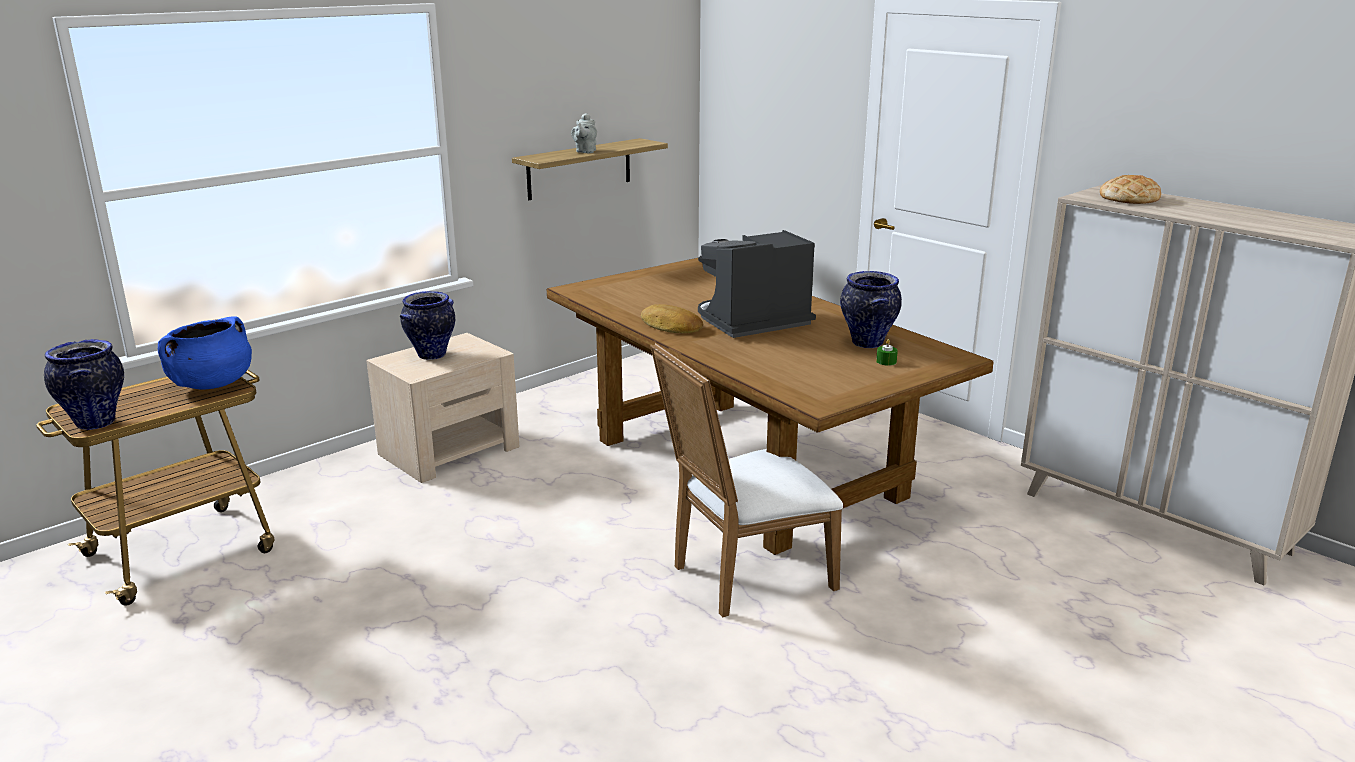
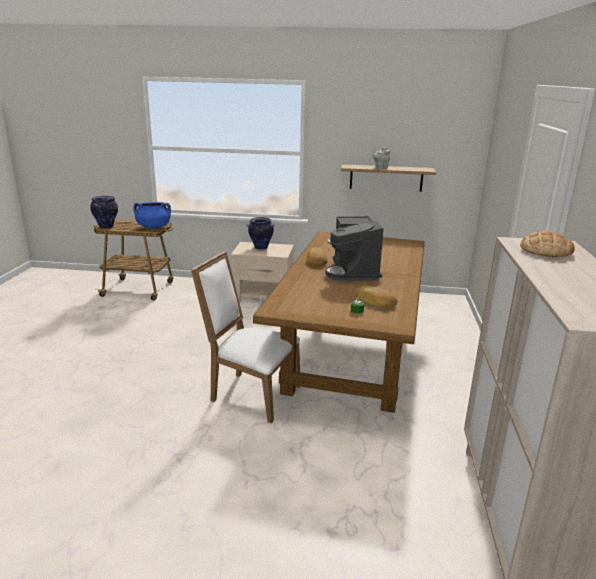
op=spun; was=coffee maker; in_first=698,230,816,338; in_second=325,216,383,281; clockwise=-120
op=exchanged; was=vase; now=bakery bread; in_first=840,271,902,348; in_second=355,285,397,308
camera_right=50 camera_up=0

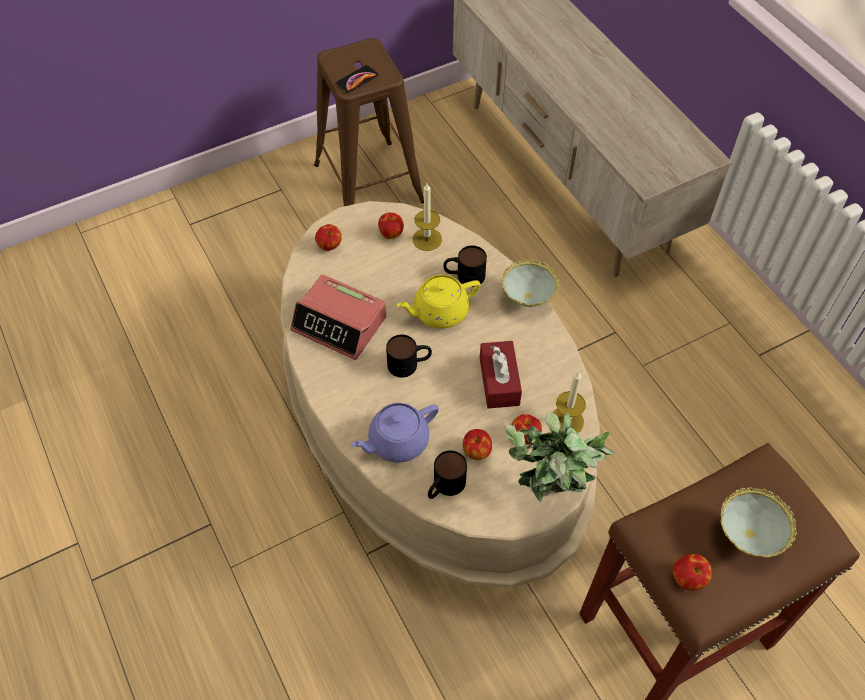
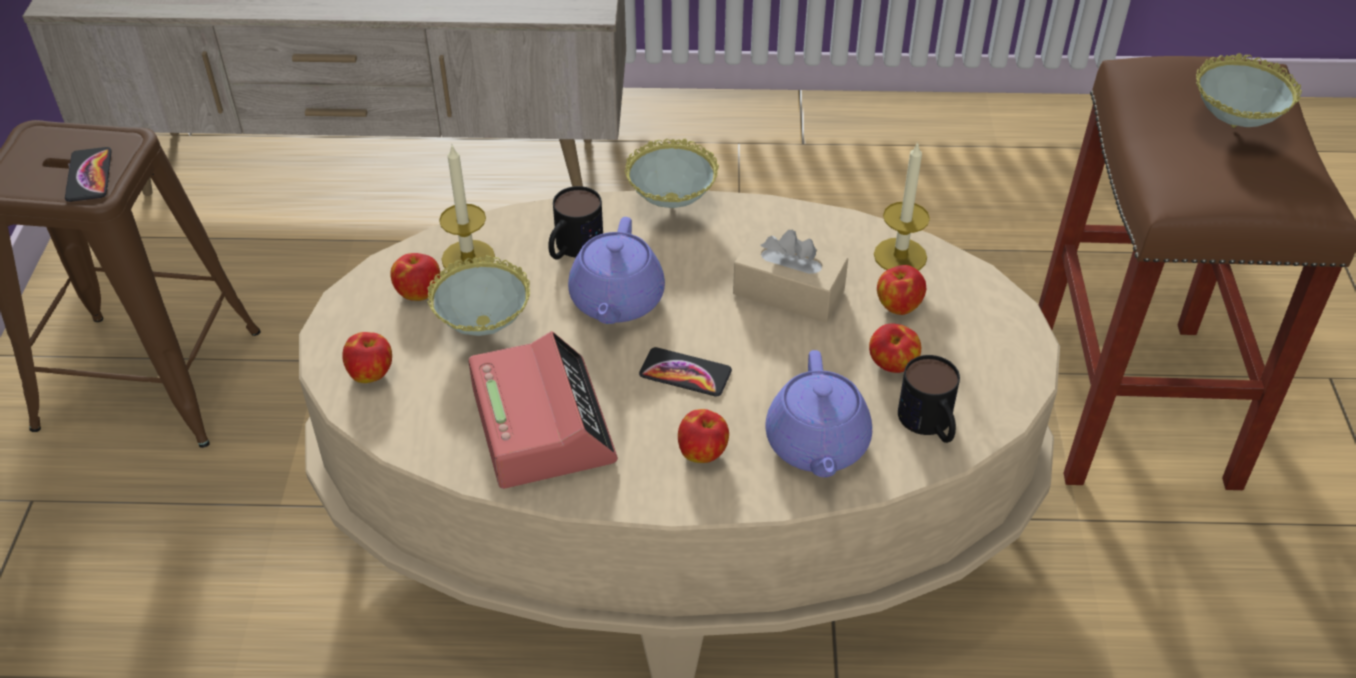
op=spun; was=bedside clock; in_first=290,275,386,360; in_second=468,331,618,489; clockwise=-75
op=exchanged; was=coffee mug; now=telephone; in_first=386,334,432,378; in_second=639,347,732,397
op=colour; was=yellow tea pot; now=purplish tea pot; in_first=397,275,481,328; in_second=568,217,665,324
op=colour; was=reddish tissue box; now=beige-coloured tissue box; in_first=480,341,522,409; in_second=733,230,848,323
op=missing; was=houseplant; in_first=505,411,616,503
op=relocated; was=whole apple; in_first=673,554,712,591; in_second=678,409,729,463
op=appeared; now=serving bowl; in_second=427,255,530,336
camera_right=-60 camera_up=-10

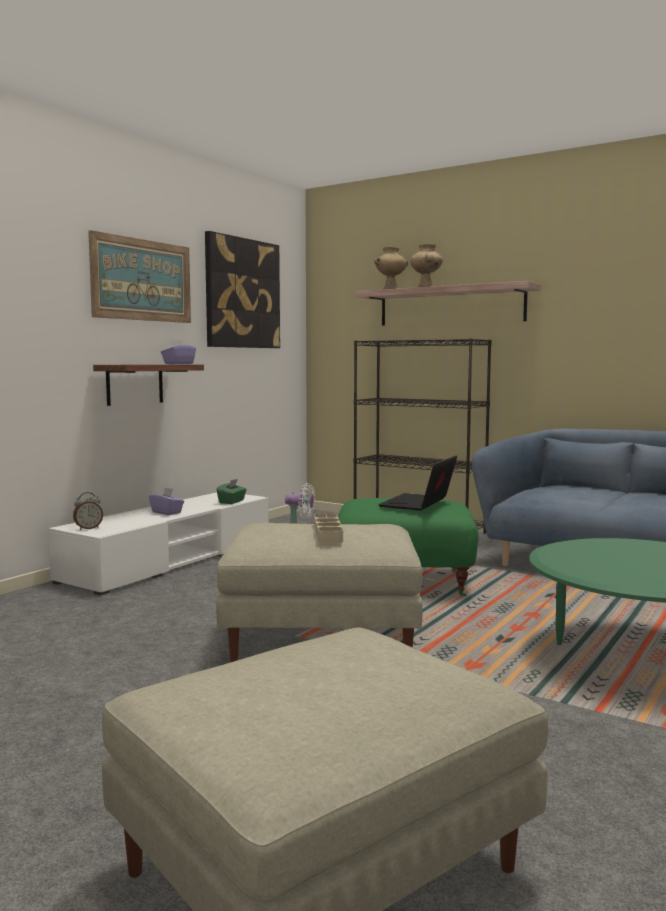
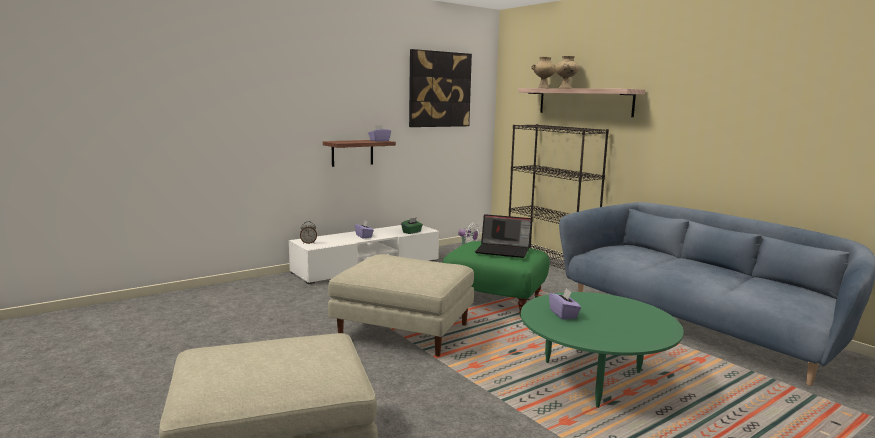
op=missing; was=wall art; in_first=88,230,191,323
op=missing; was=beige-coloured carrying tray; in_first=314,513,343,544
op=spun; was=notebook computer; in_first=378,456,457,510; in_second=475,214,532,258; clockwise=-120
op=appeared; now=purplish tissue box; in_second=549,288,581,320
camera_right=20 camera_up=5

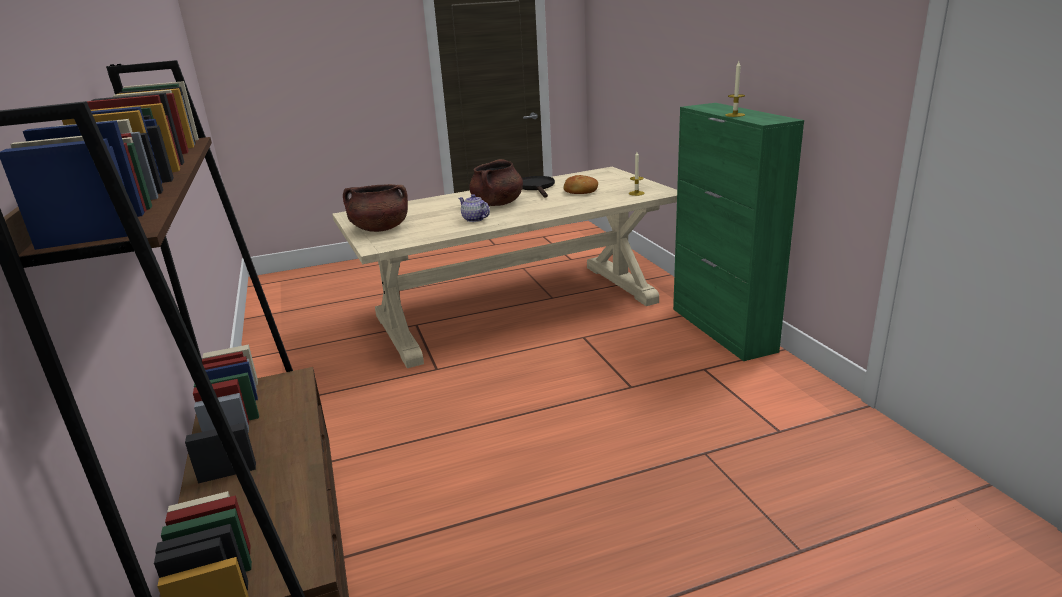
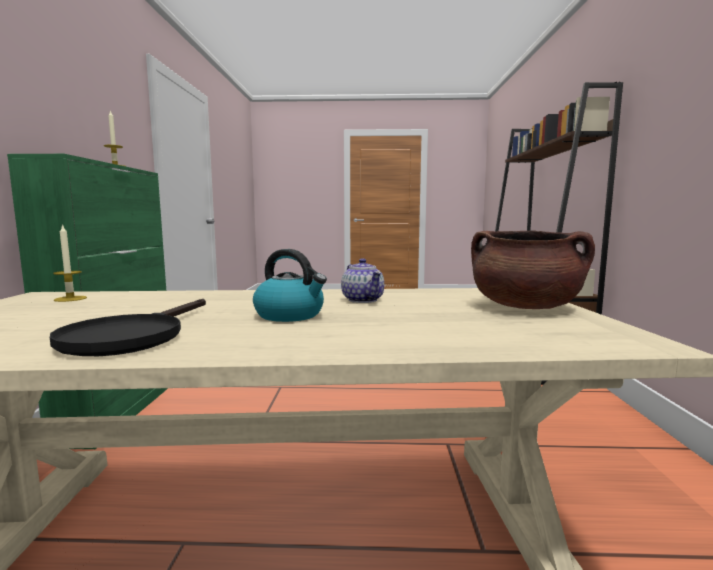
op=exchanged; was=brown cooking pot; now=tea kettle; in_first=469,159,523,206; in_second=253,249,327,322
op=missing; was=bakery bread; in_first=563,175,598,194
camera_right=-160 camera_up=-15

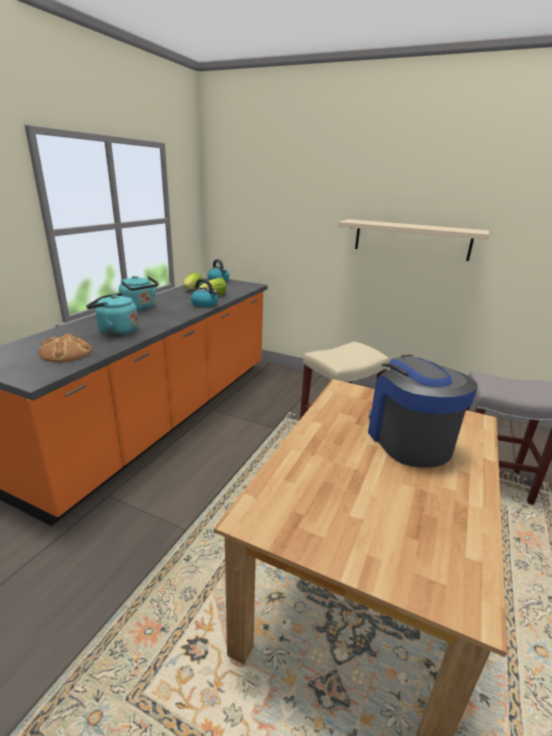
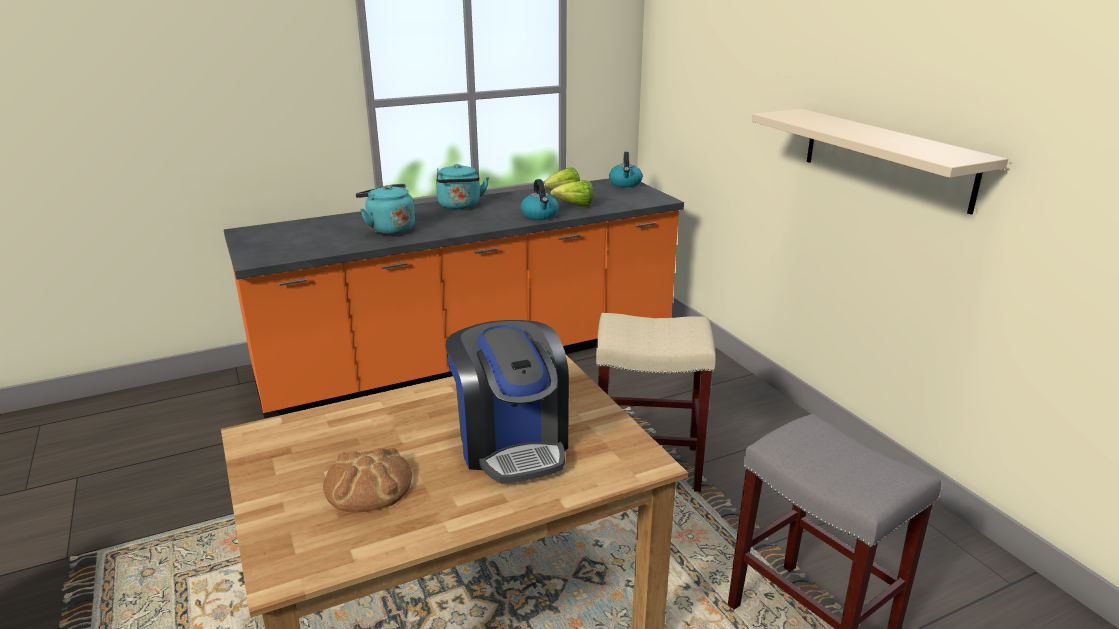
op=relocated; was=bakery bread; in_first=39,333,92,362; in_second=323,448,412,512
op=spun; was=coffee maker; in_first=368,355,478,468; in_second=445,320,569,484; clockwise=135
camera_right=40 camera_up=0

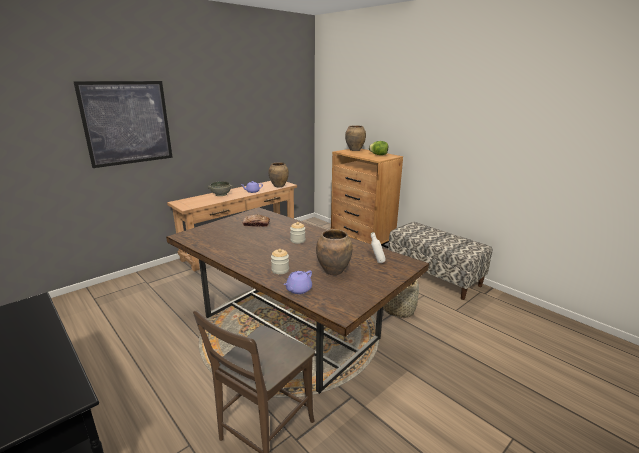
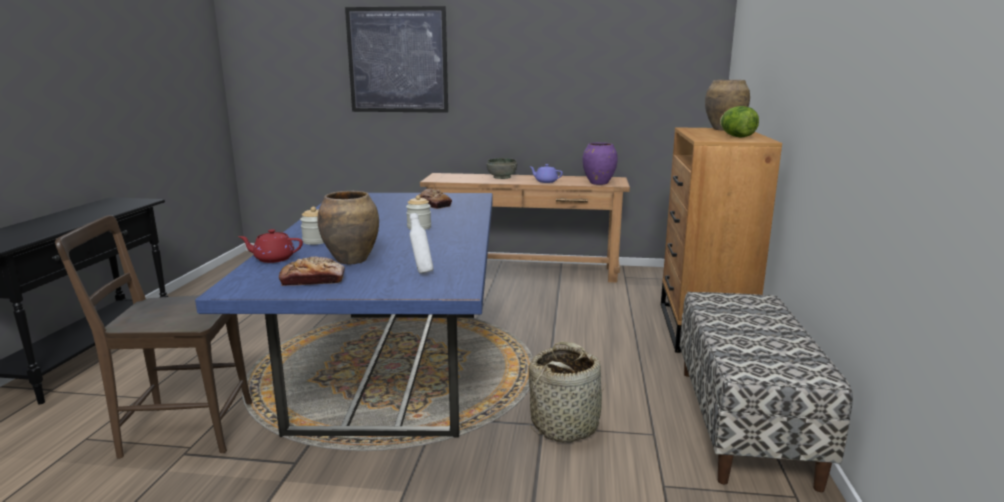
op=colour; was=brown dinner table; now=blue dinner table; in_first=166,207,429,394; in_second=195,193,493,438
op=colour; was=brown vase; now=purplish vase; in_first=269,162,289,187; in_second=582,142,618,185
op=colour; was=purplish tea pot; now=reddish tea pot; in_first=284,271,312,294; in_second=238,229,303,263
op=appeared; now=bakery bread; in_second=279,256,345,286
camera_right=50 camera_up=-5

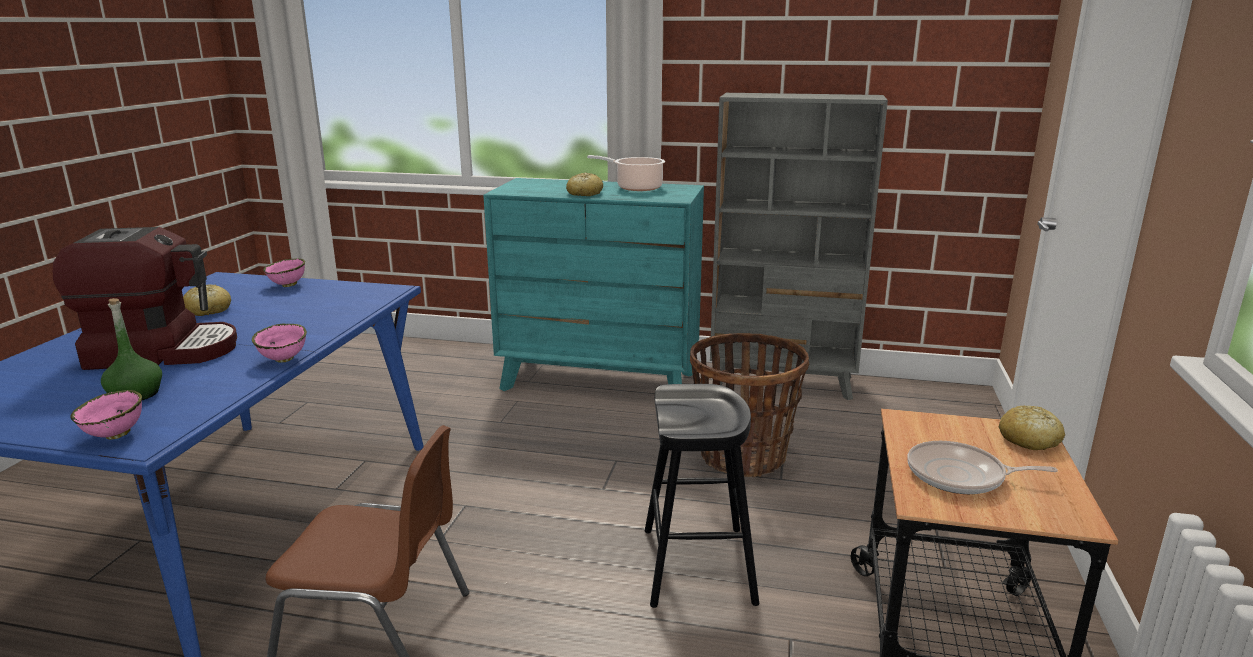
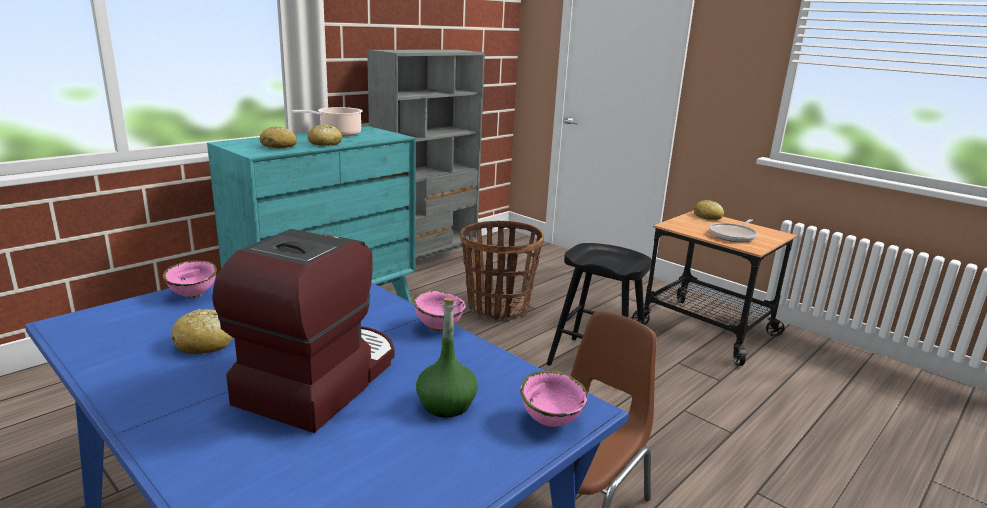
op=appeared; now=bakery bread; in_second=259,127,297,148
camera_right=-60 camera_up=0

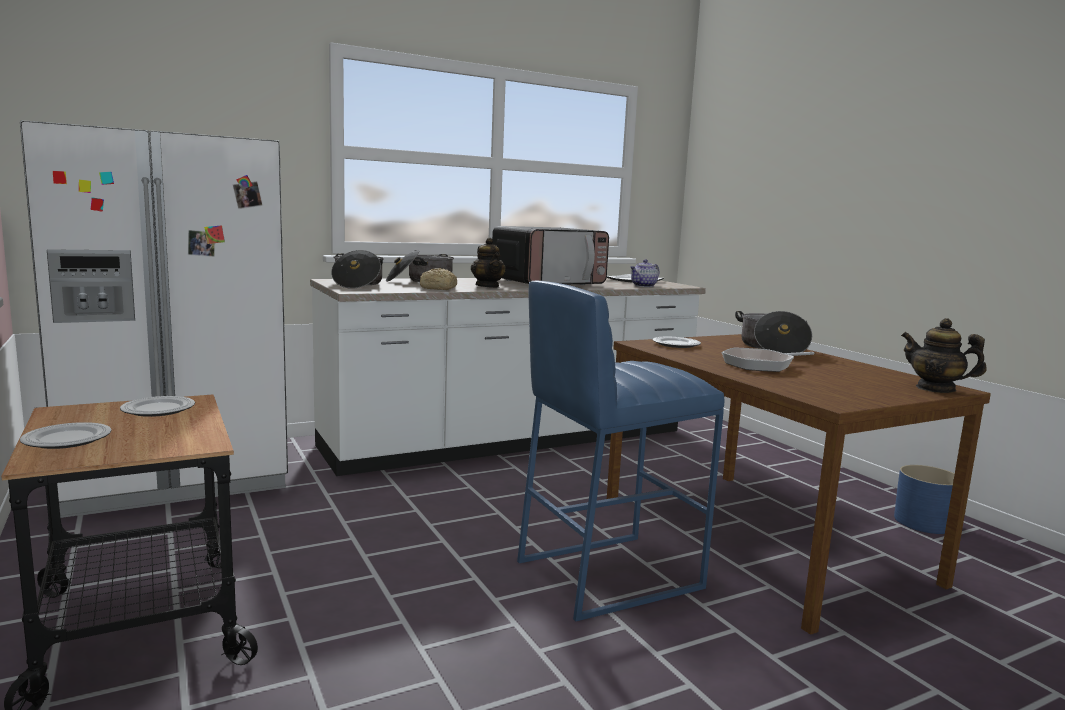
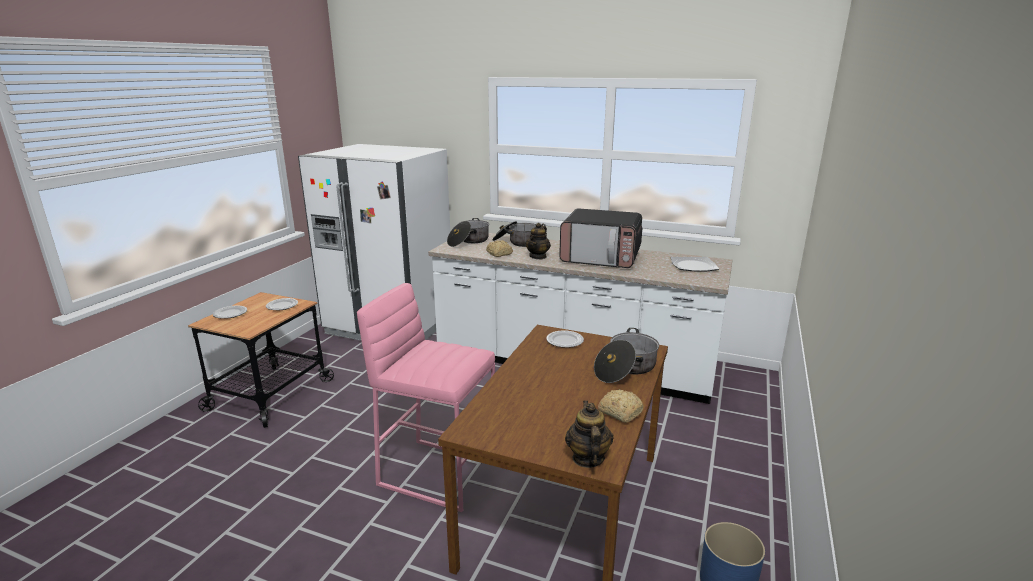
op=colour; was=blue sitting stool; now=pink sitting stool; in_first=517,281,724,621; in_second=357,283,495,512
op=missing; was=tea pot; in_first=631,259,659,287
op=missing; was=frying pan; in_first=722,347,815,372
op=appeared; now=bakery bread; in_second=598,389,643,423
camera_right=50 camera_up=10

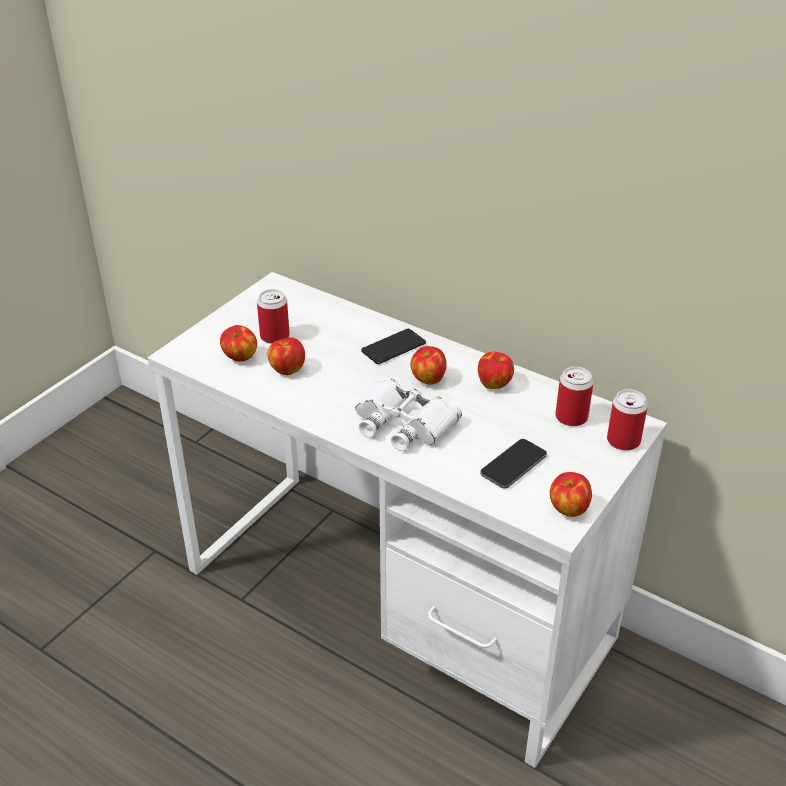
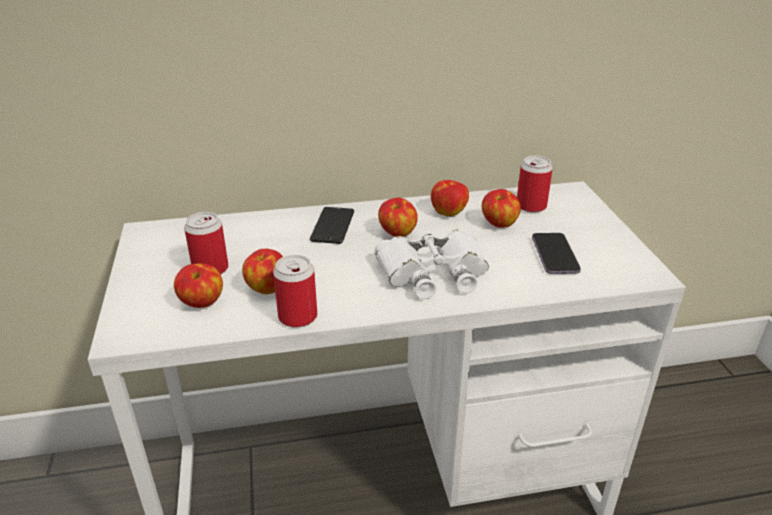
op=relocated; was=whole apple; in_first=550,472,592,517; in_second=482,189,521,228
op=relocated; was=metal can; in_first=607,389,648,450; in_second=273,255,317,328
camera_right=-45 camera_up=-5

